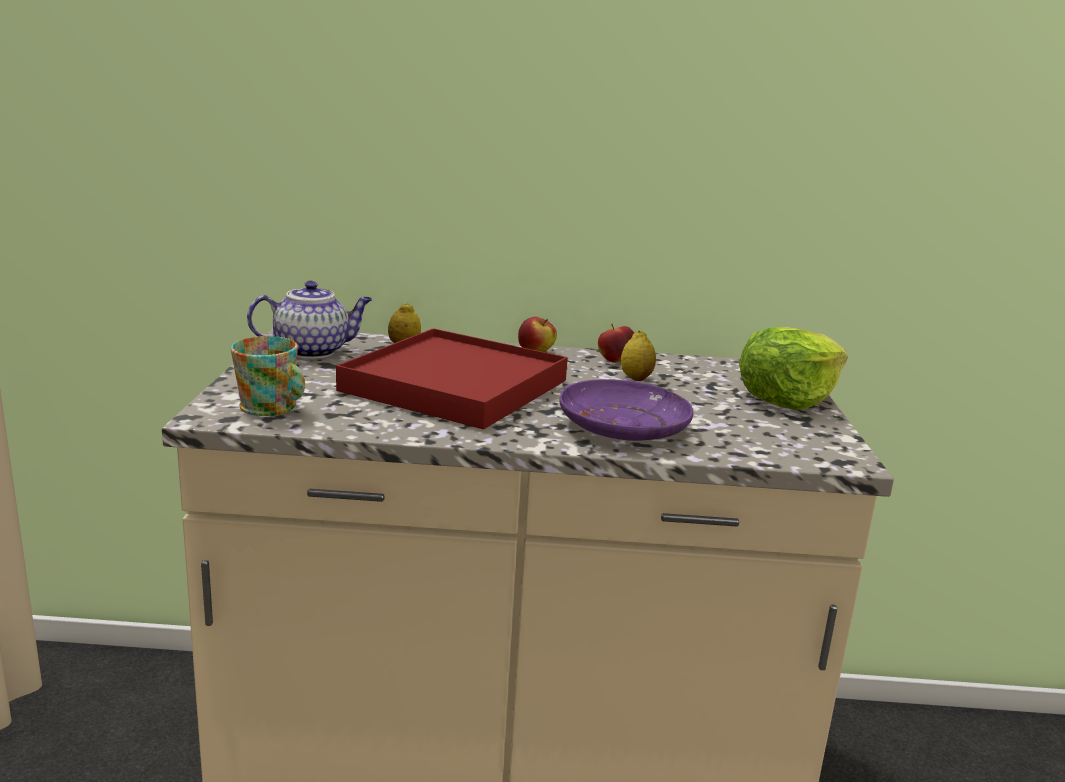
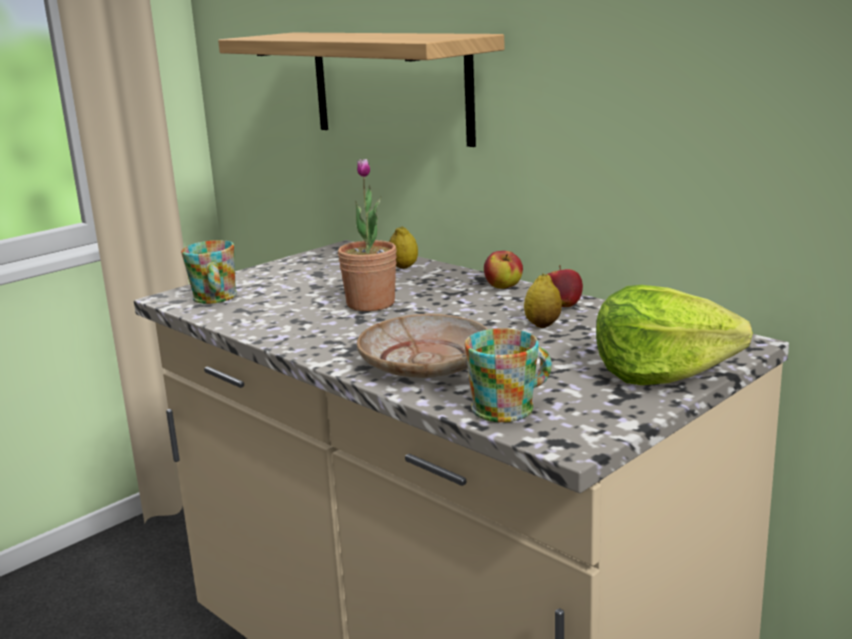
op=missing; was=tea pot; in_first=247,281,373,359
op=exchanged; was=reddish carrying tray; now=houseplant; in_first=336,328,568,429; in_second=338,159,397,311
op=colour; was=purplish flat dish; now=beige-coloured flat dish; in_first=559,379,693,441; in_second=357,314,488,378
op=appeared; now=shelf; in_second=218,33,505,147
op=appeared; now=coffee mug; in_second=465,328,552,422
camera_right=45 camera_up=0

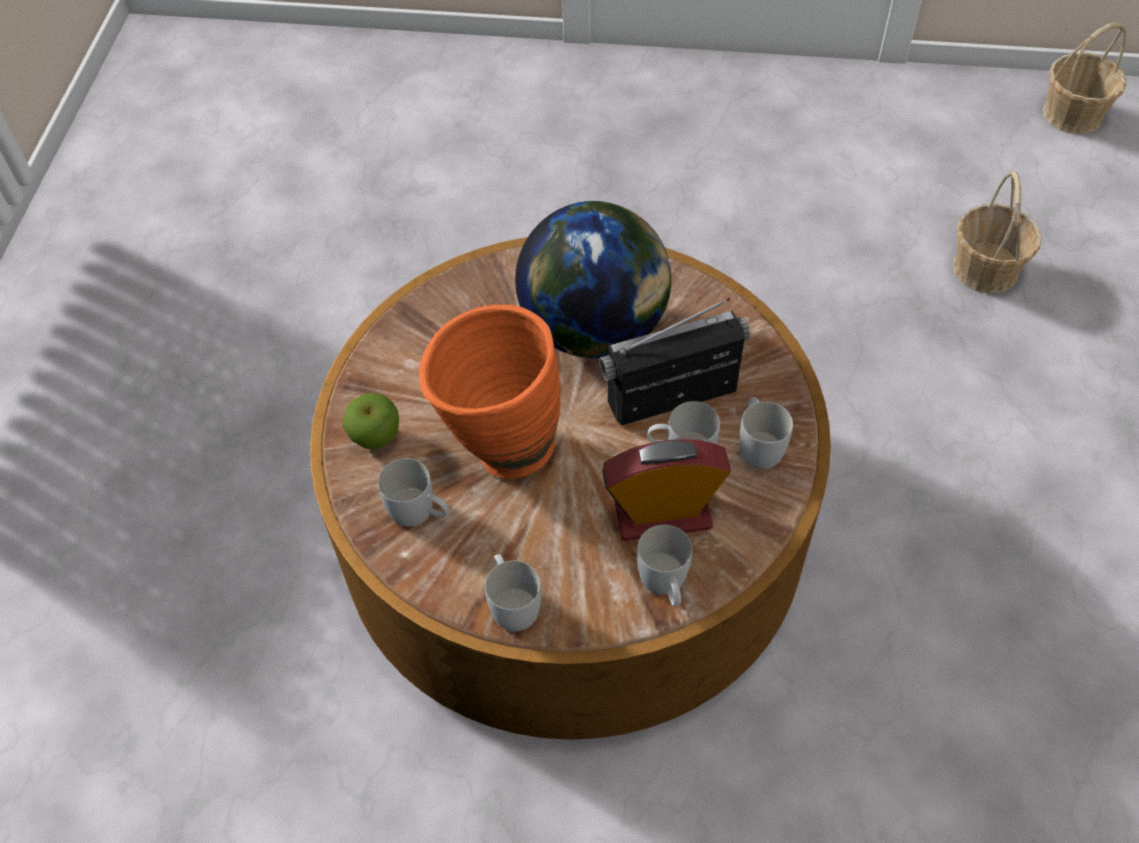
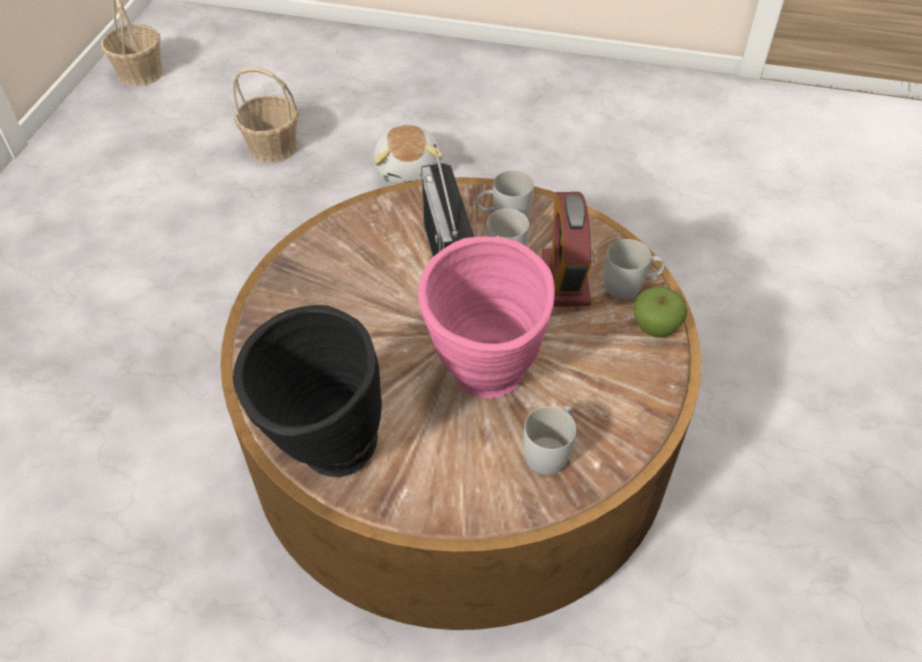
op=relocated; was=whole apple; in_first=343,393,399,449; in_second=633,287,688,338
op=colour; was=orange vase; now=pink vase; in_first=419,305,561,479; in_second=418,236,555,398
op=missing; was=white-coloured coffee mug; in_first=485,554,541,631
op=missing; was=world globe; in_first=515,201,671,358
op=appeared; now=blackish vase; in_second=233,305,382,477
op=appeared; now=plush toy; in_second=374,125,443,184
camera_right=-85 camera_up=-5

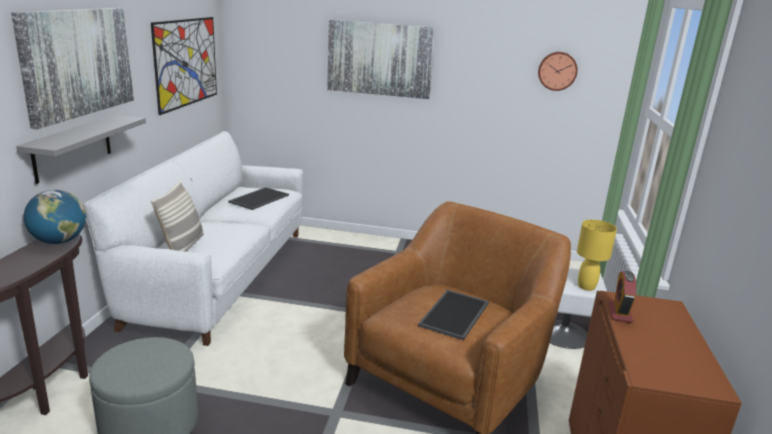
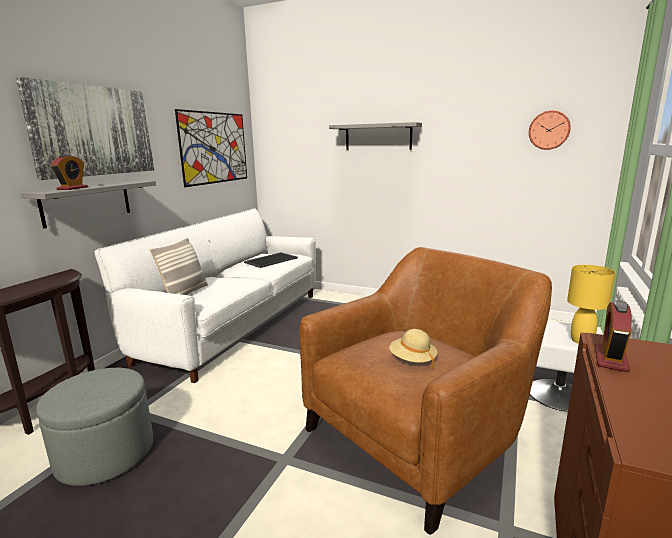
op=missing; was=world globe; in_first=24,190,86,244
op=exchanged; was=wall art; now=grey shelf; in_first=327,20,436,99; in_second=329,122,422,150
op=exchanged; was=carrying tray; now=beige-coloured wearable hat; in_first=418,290,489,340; in_second=389,329,437,368
op=appeared; now=bedside clock; in_second=51,154,88,190
camera_right=15 camera_up=-5

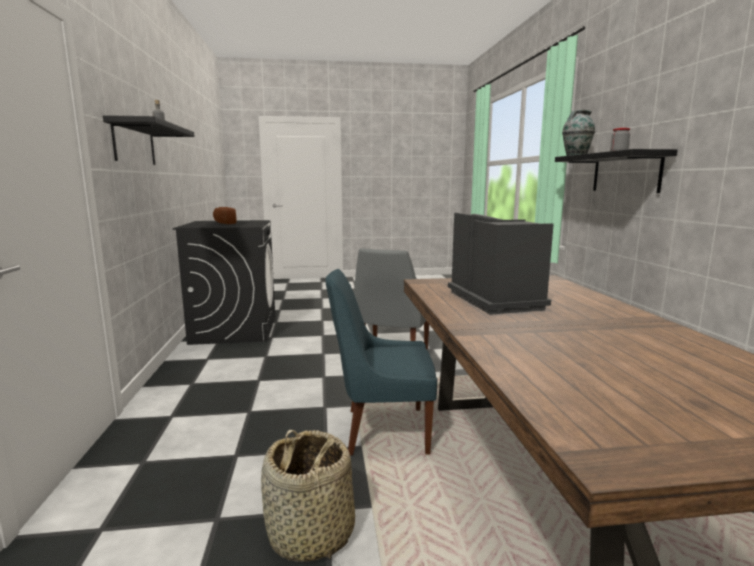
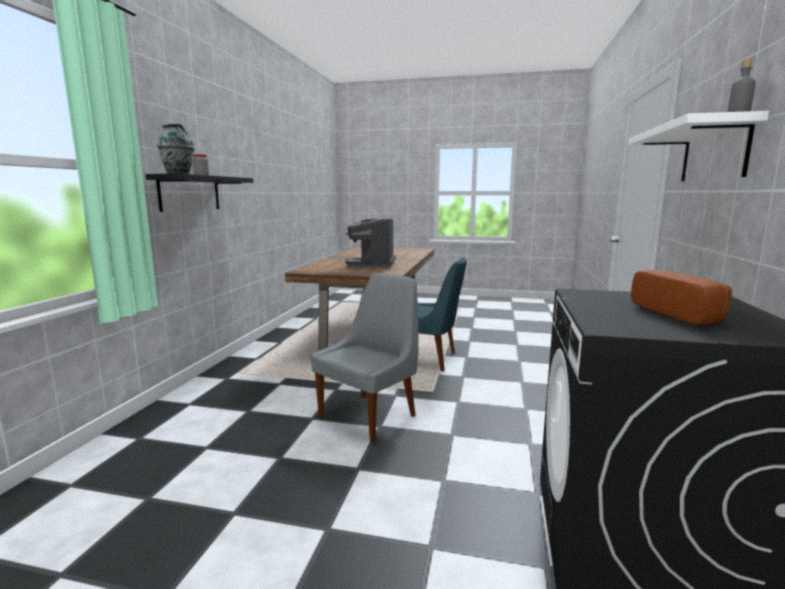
op=colour; was=blackish shelf; now=white-coloured shelf; in_first=103,115,195,165; in_second=628,111,769,181
op=missing; was=storage basket; in_first=261,430,355,562
camera_right=-160 camera_up=0

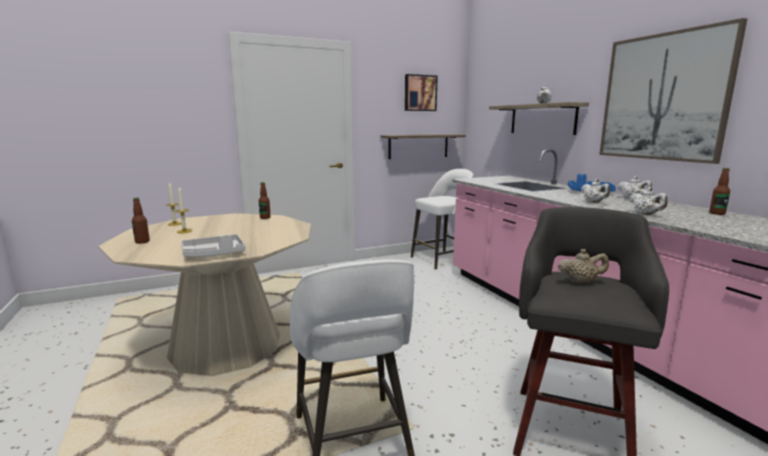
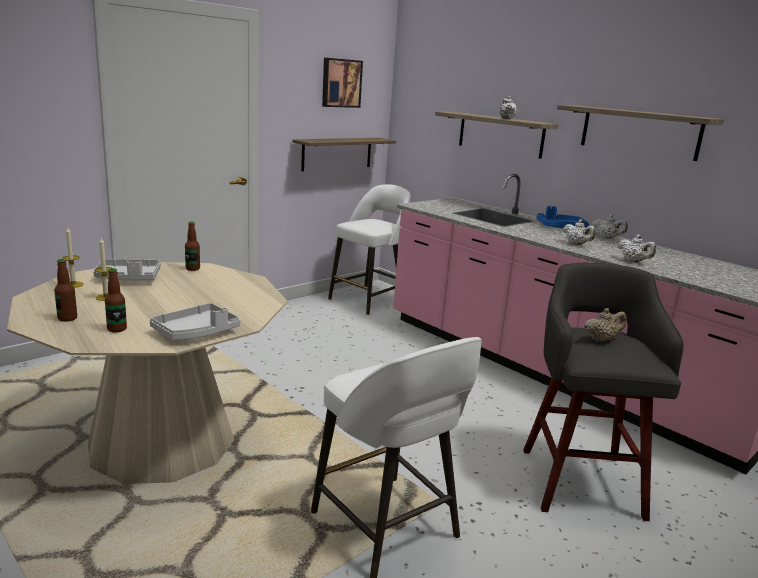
op=exchanged; was=wall art; now=shelf; in_first=599,18,747,164; in_second=557,105,724,161
op=relocated; was=bottle; in_first=709,168,730,215; in_second=105,268,127,333
op=appeared; now=grey carrying tray; in_second=93,259,161,280
camera_right=-20 camera_up=5

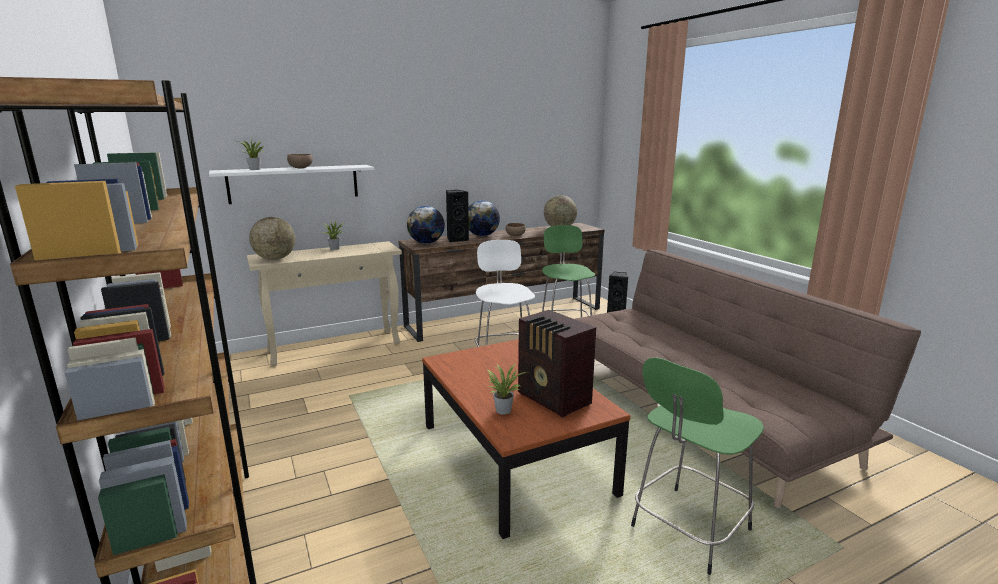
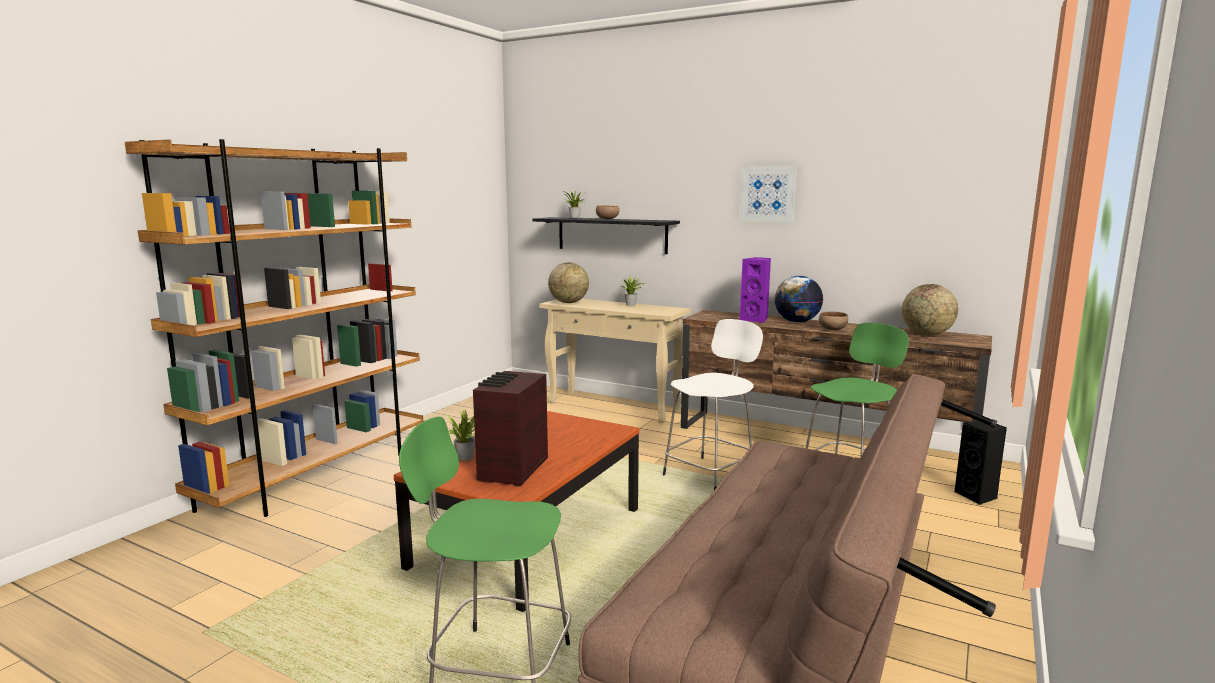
op=colour; was=white-coloured shelf; now=blackish shelf; in_first=209,165,375,204; in_second=533,217,680,254
op=missing; was=world globe; in_first=407,206,445,244
op=colour; was=blackish loudspeaker; now=purplish loudspeaker; in_first=446,190,469,242; in_second=740,257,771,323
op=appeared; now=wall art; in_second=740,166,797,222
camera_right=55 camera_up=-5

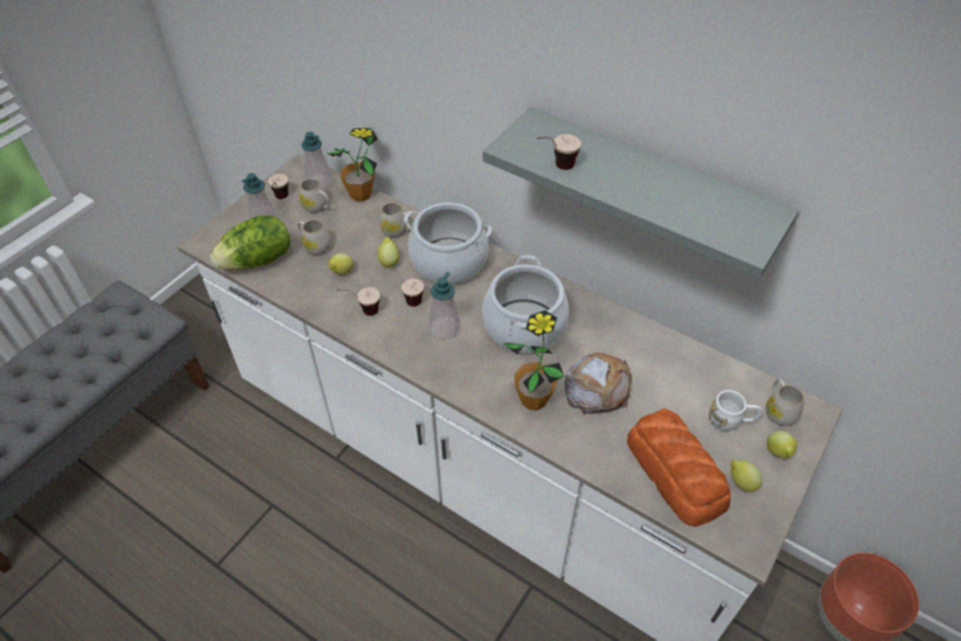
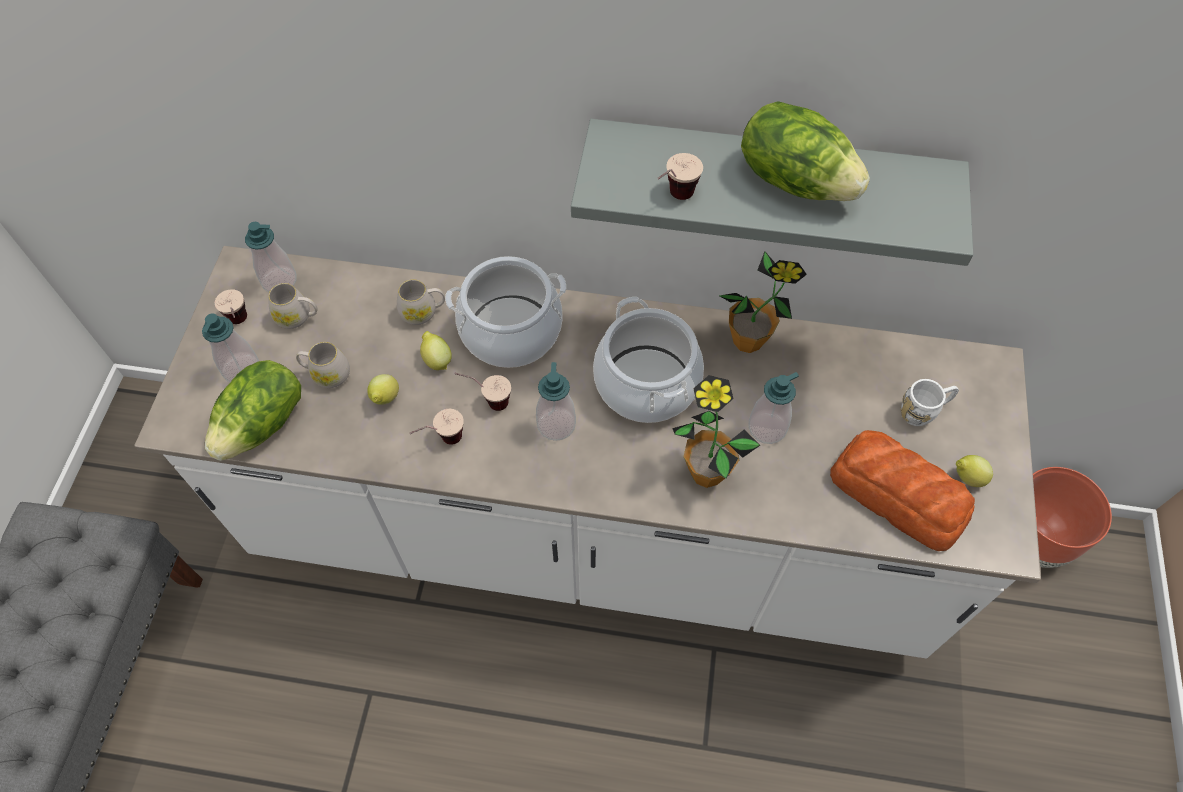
op=relocated; was=houseplant; in_first=327,127,378,201; in_second=719,252,807,353
op=exchanged; was=bakery bread; now=liquid soap bottle; in_first=565,353,632,414; in_second=748,372,799,444
op=missing; was=white-coloured coffee mug; in_first=765,379,804,426
op=missing; was=lemon; in_first=767,431,797,458
op=appeared; now=lettuce head; in_second=741,101,870,201
camera_right=-25 camera_up=10

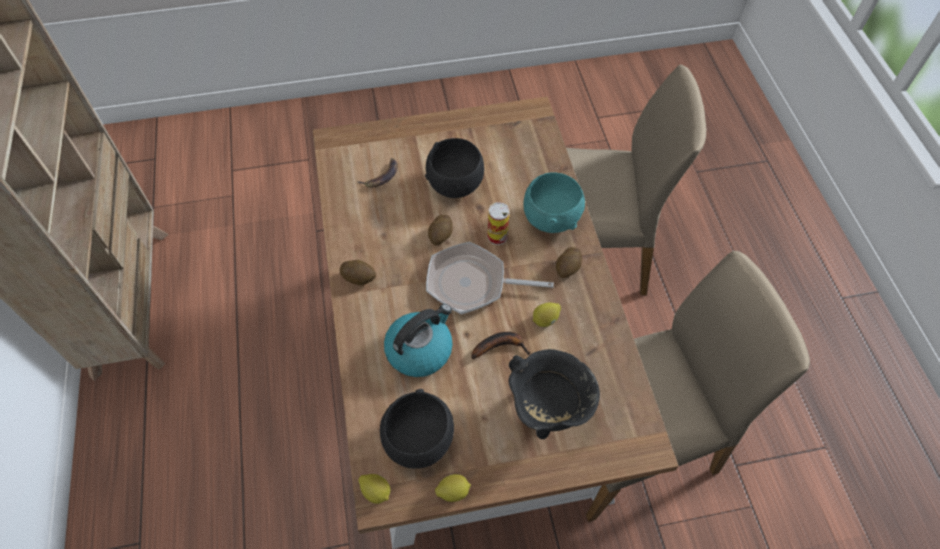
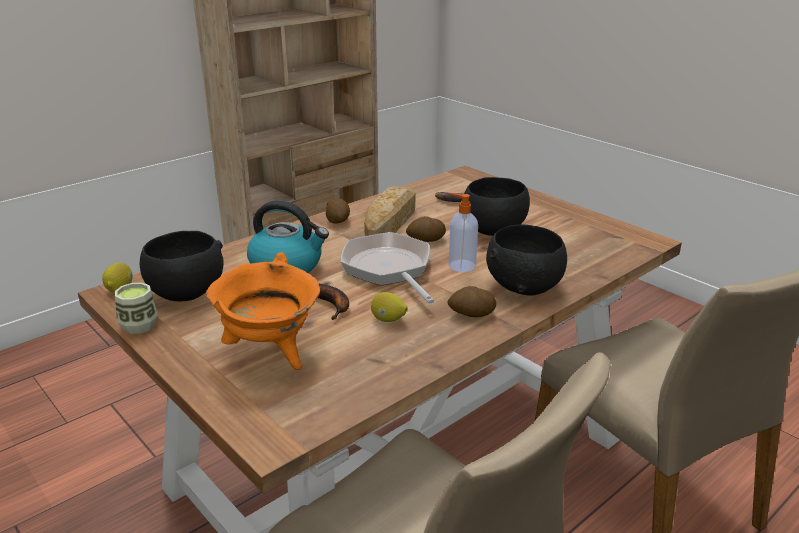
op=exchanged; was=lemon; now=cup; in_first=435,474,471,502; in_second=115,283,158,334
op=exchanged; was=metal can; now=liquid soap bottle; in_first=488,202,510,245; in_second=449,193,478,272
op=colour; was=blackish cooking pot; now=orange cooking pot; in_first=509,349,600,439; in_second=206,252,320,370
op=colour; was=blue-green serving bowl; now=blackish serving bowl; in_first=523,173,585,233; in_second=486,225,567,296
op=appeared; now=bakery bread; in_second=364,186,415,236
camera_right=60 camera_up=-30

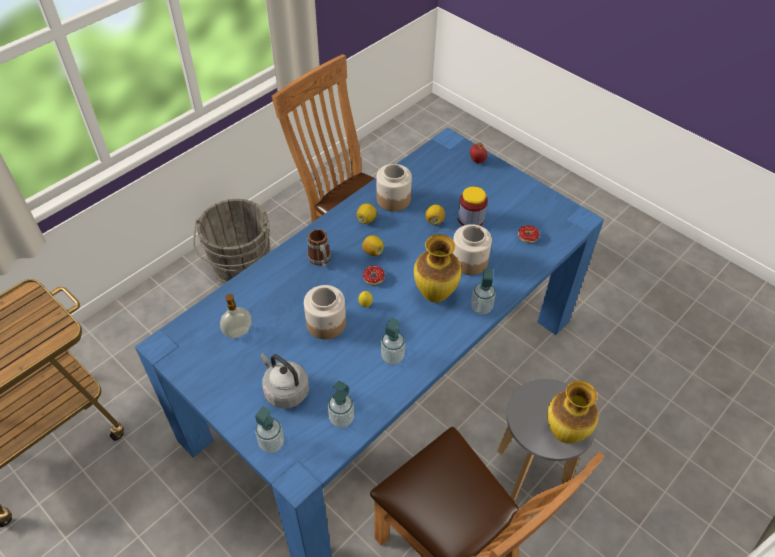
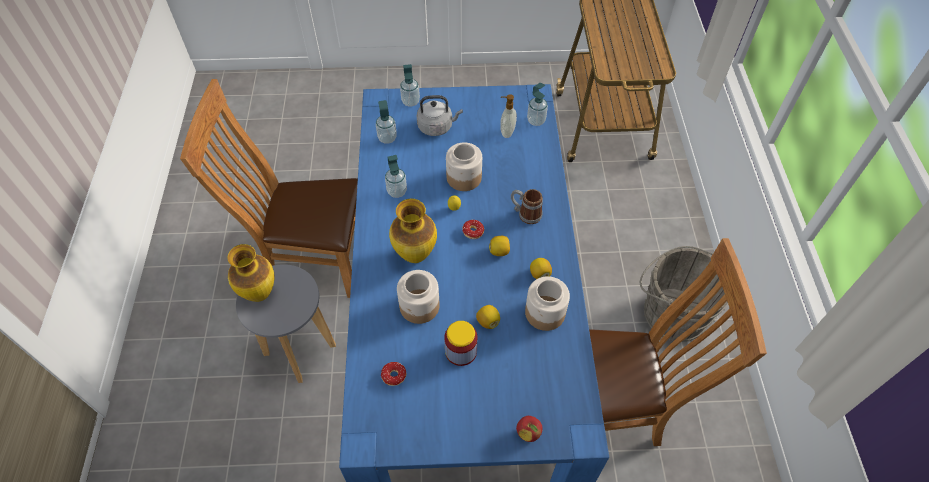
op=relocated; was=liquid soap bottle; in_first=471,269,496,314; in_second=527,83,548,126
camera_right=135 camera_up=5

